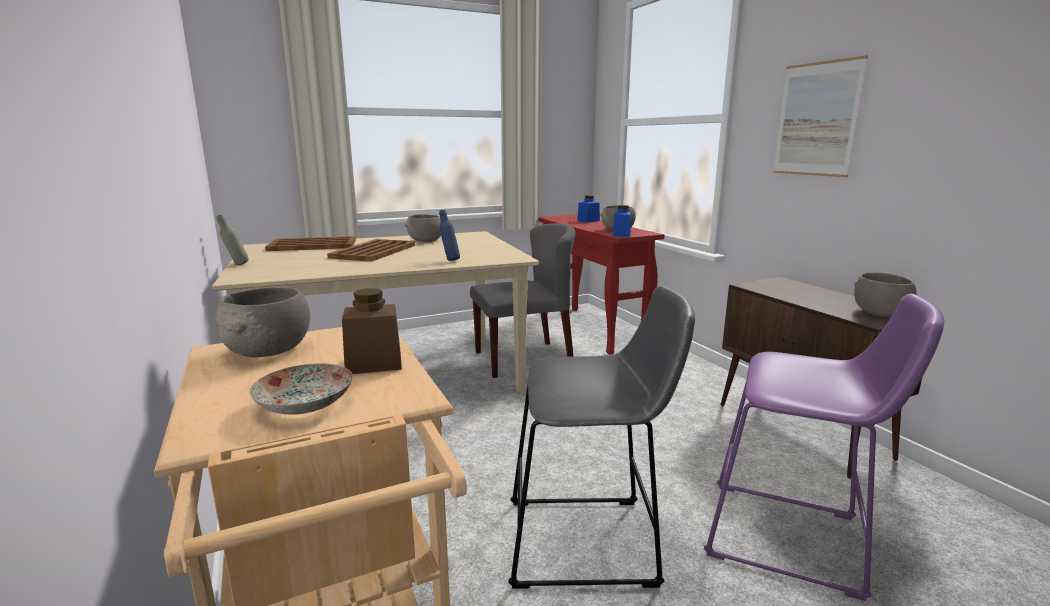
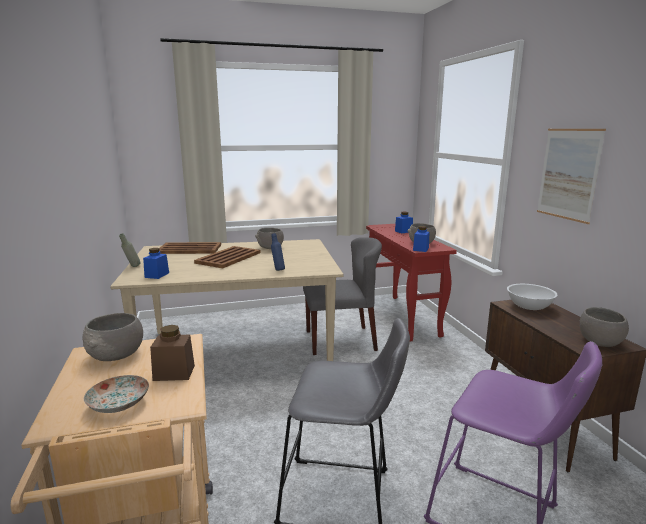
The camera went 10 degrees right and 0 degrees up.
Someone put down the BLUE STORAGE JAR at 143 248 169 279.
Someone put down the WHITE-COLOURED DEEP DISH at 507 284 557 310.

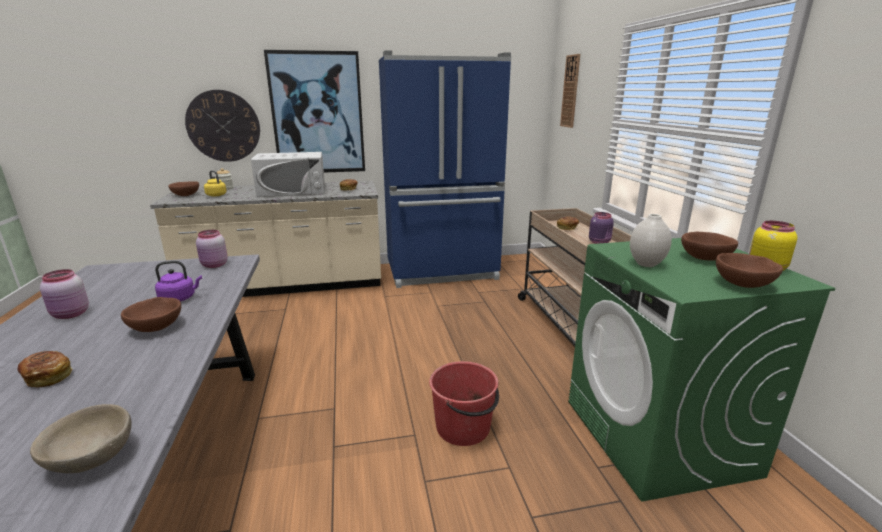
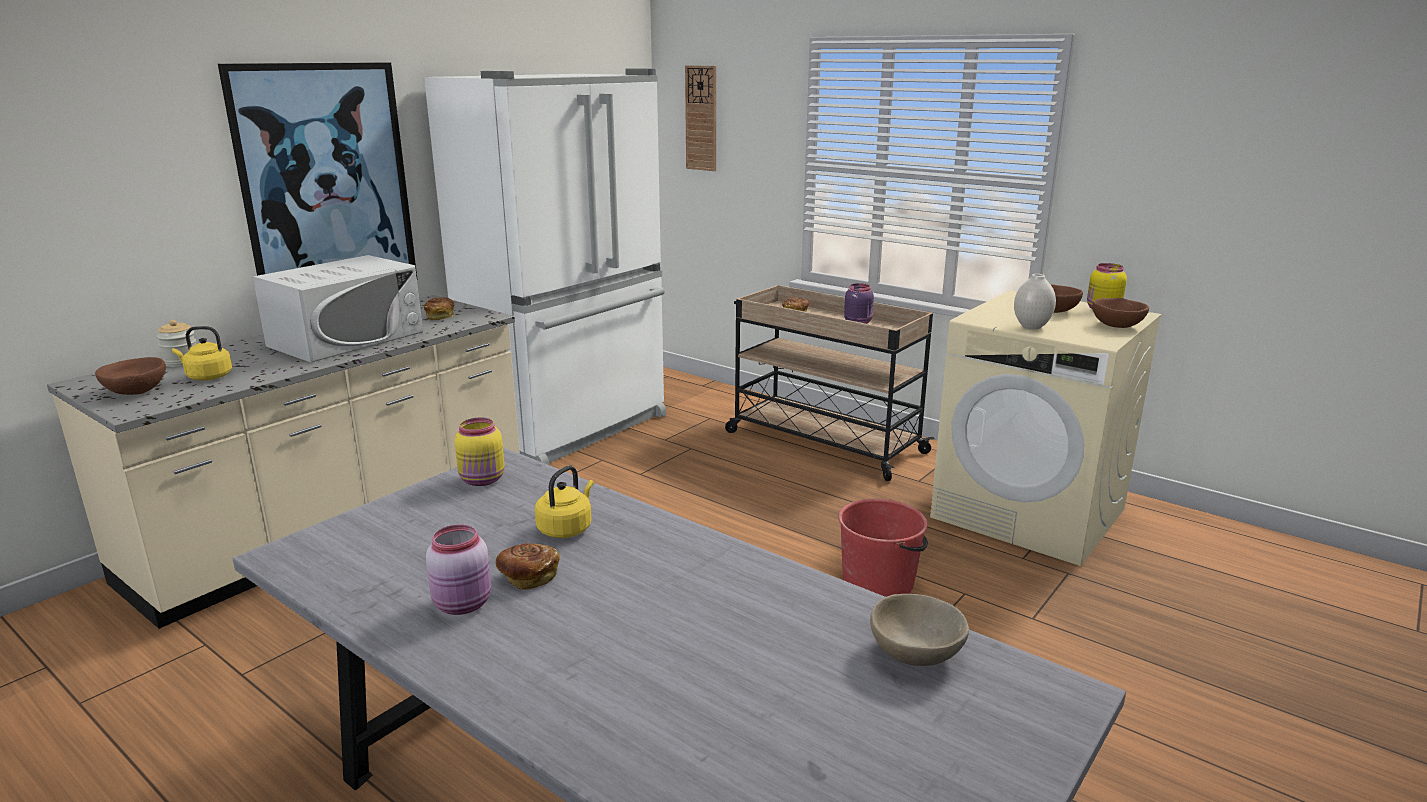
The camera went 40 degrees left and 0 degrees up.
Someone repainted the BLUE FRIDGE at 379 50 511 288, which became the WHITE-COLOURED FRIDGE at 424 68 666 465.
Someone took away the WALL CLOCK at 185 90 260 162.
Someone repainted the PINK-COLOURED STORAGE JAR at 196 230 228 268, which became the YELLOW-COLOURED STORAGE JAR at 455 417 505 486.
Someone repainted the GREEN WASHING MACHINE at 568 238 836 502, which became the BEIGE WASHING MACHINE at 930 290 1162 566.
Someone repainted the PURPLISH WATER KETTLE at 155 261 202 302, which became the YELLOW-COLOURED WATER KETTLE at 535 466 594 538.
Someone took away the BROWN-COLOURED DEEP DISH at 121 297 181 332.
Someone carried the BAKERY BREAD from 18 351 73 388 to 495 543 560 590.

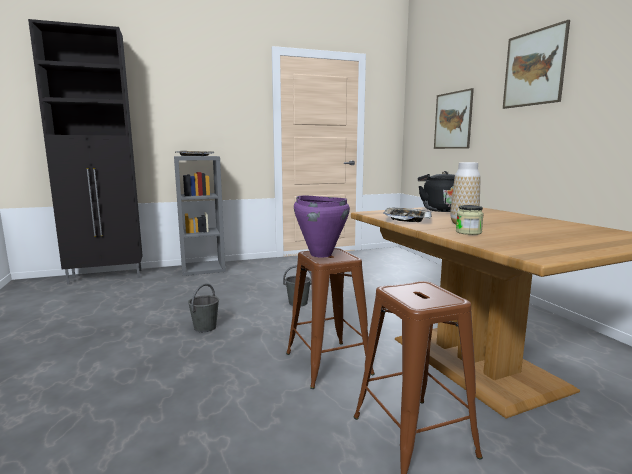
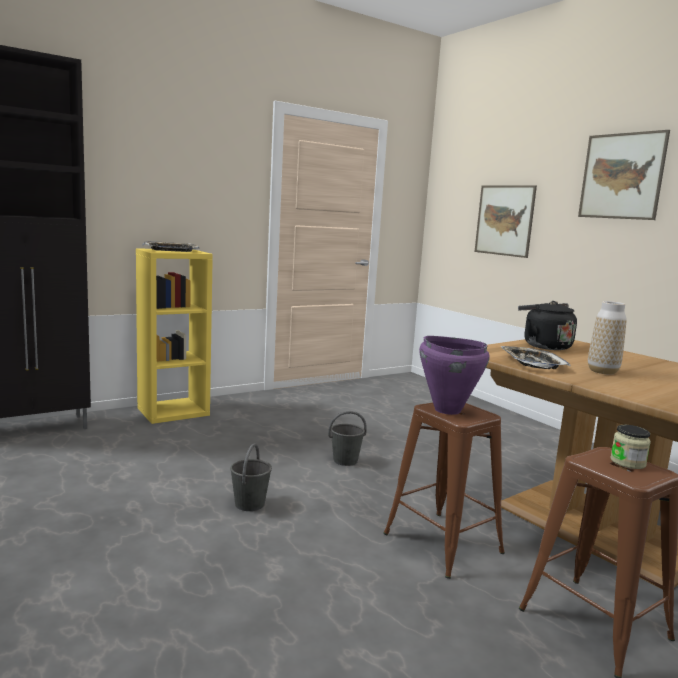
The camera went 15 degrees left and 0 degrees up.
Someone repainted the GREYISH BOOKSHELF at 174 156 226 276, which became the YELLOW-COLOURED BOOKSHELF at 136 248 213 424.
Someone carried the STORAGE JAR from 456 205 484 235 to 610 425 651 469.

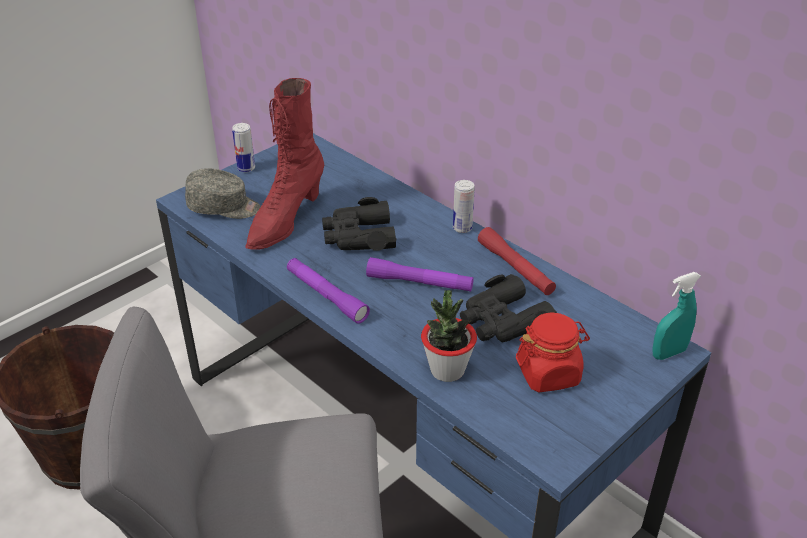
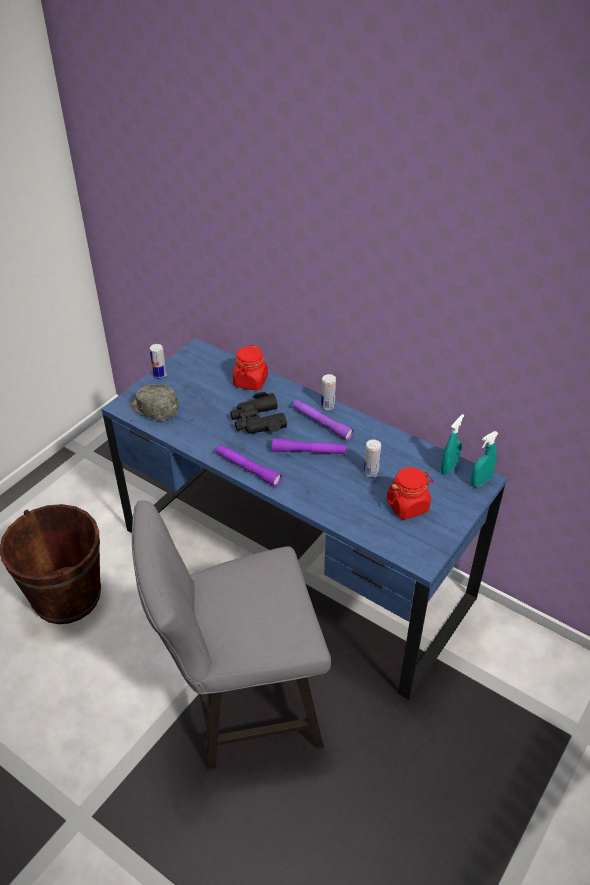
The camera went 10 degrees left and 5 degrees up.
Someone took away the RED BOOT at 245 78 324 250.
Someone rotated the GREYISH PEAKED CAP at 185 168 261 219 by 150 degrees counterclockwise.
Someone took away the RED TORCH at 478 227 556 295.
Someone swapped the BLACKISH FIELD GLASSES at 460 274 557 342 for the CAN at 364 439 381 477.
Someone took away the HOUSEPLANT at 421 290 477 382.
Someone put down the RED STORAGE JAR at 233 345 268 390.
Someone put down the PURPLISH TORCH at 292 399 354 441.
Someone put down the TURQUOISE-COLOURED HAND SPRAYER at 441 414 464 475.

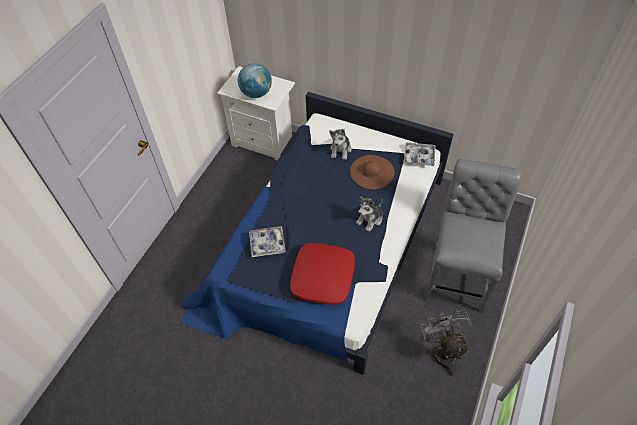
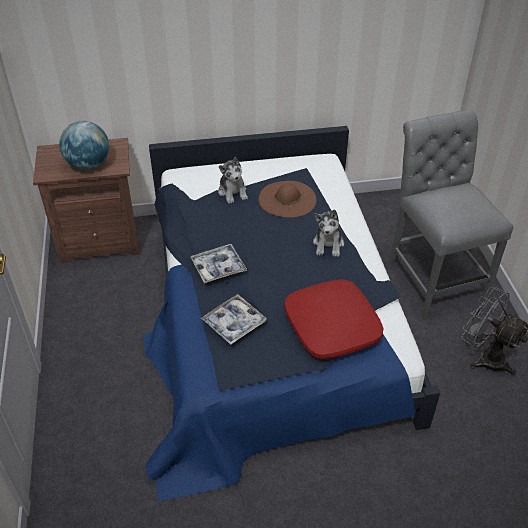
The camera went 35 degrees left and 10 degrees down.
Someone repainted the WHITE-COLOURED NIGHT TABLE at 217 66 295 160, which became the BROWN-COLOURED NIGHT TABLE at 33 138 140 263.
Someone carried the CARRYING TRAY from 403 142 436 166 to 191 244 247 283.

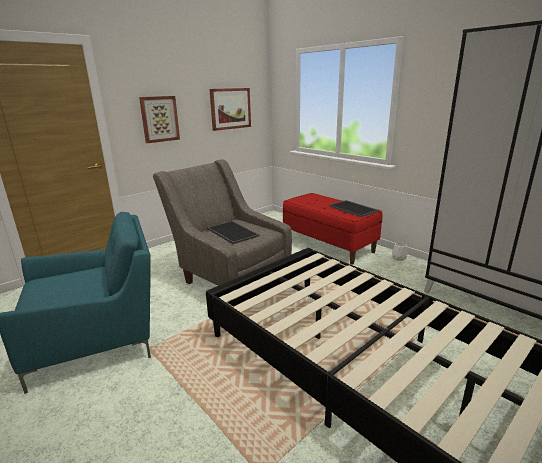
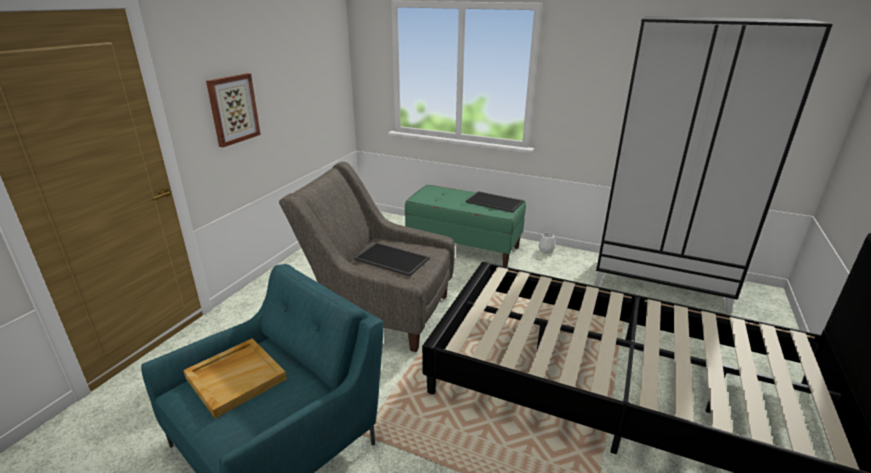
The camera went 25 degrees left and 5 degrees up.
Someone took away the WALL PICTURE at 209 88 251 131.
Someone repainted the RED LONG SEAT at 283 193 382 264, which became the GREEN LONG SEAT at 405 185 526 267.
Someone put down the BEIGE CARRYING TRAY at 183 339 287 418.

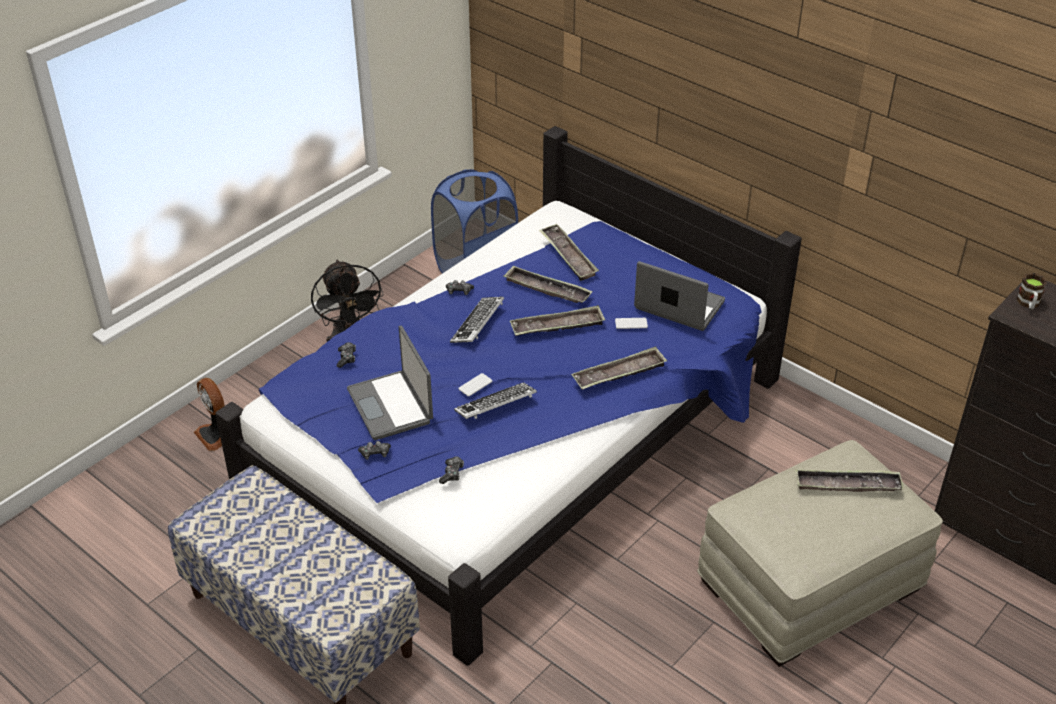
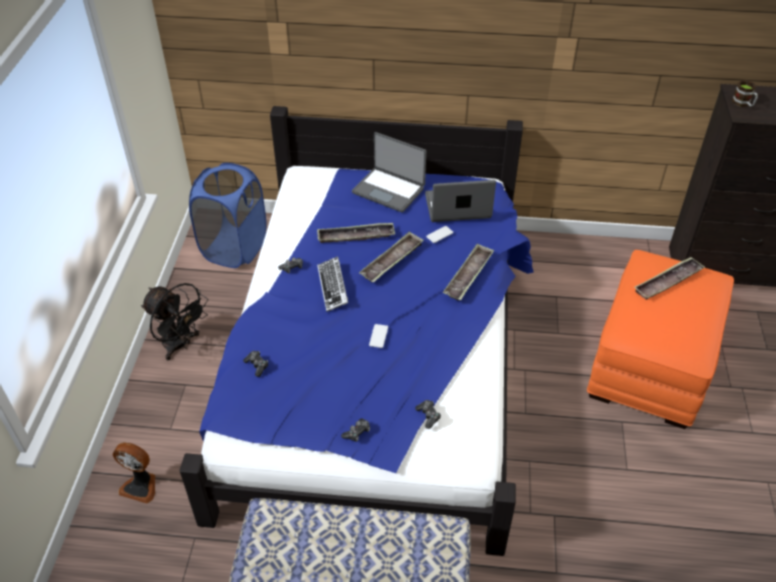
The camera went 35 degrees left and 5 degrees up.
Someone took away the CARRYING TRAY at 539 224 599 281.
Someone carried the LAPTOP from 347 326 433 440 to 352 132 426 213.
Someone took away the KEYBOARD at 454 383 537 419.
Someone repainted the BEIGE OTTOMAN at 697 440 943 667, which became the ORANGEY OTTOMAN at 587 250 734 429.

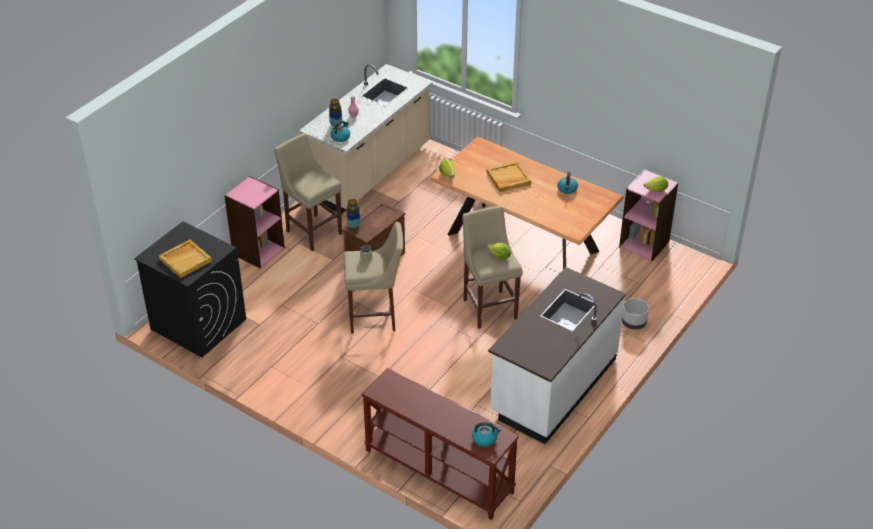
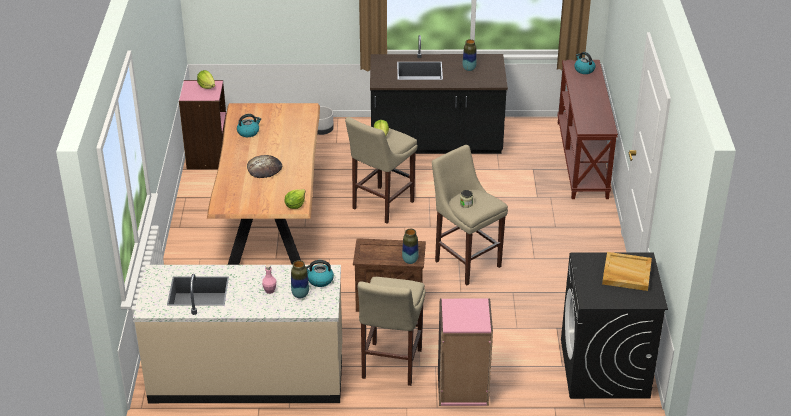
The camera went 125 degrees left and 5 degrees down.
Someone swapped the BEIGE CARRYING TRAY at 486 161 532 192 for the BAKERY BREAD at 247 155 282 178.
Someone repainted the WHITE-COLOURED COUNTER at 488 267 626 444, which became the BLACKISH COUNTER at 370 35 508 154.
Someone put down the DECORATIVE VASE at 463 39 477 71.

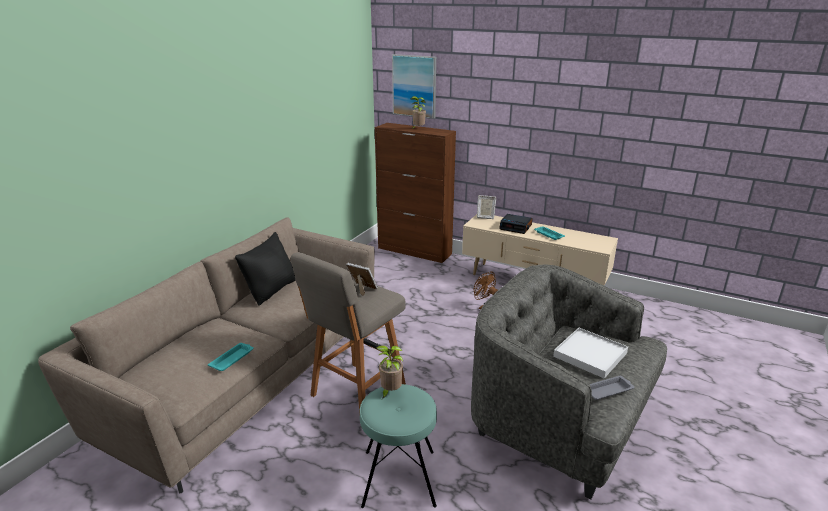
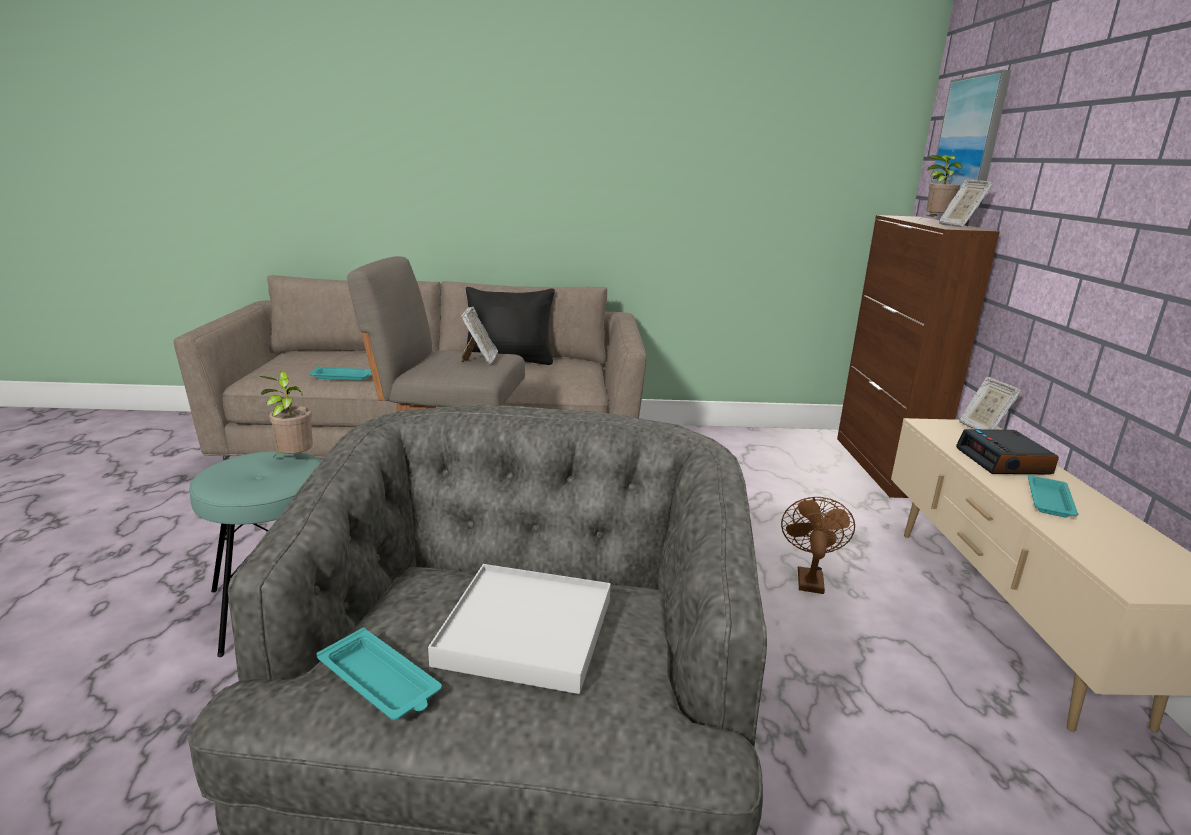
The camera went 60 degrees right and 5 degrees down.
Someone repainted the GREYISH CARRYING TRAY at 590 376 635 400, which became the TURQUOISE-COLOURED CARRYING TRAY at 317 628 442 720.
Someone put down the PICTURE FRAME at 938 180 994 227.

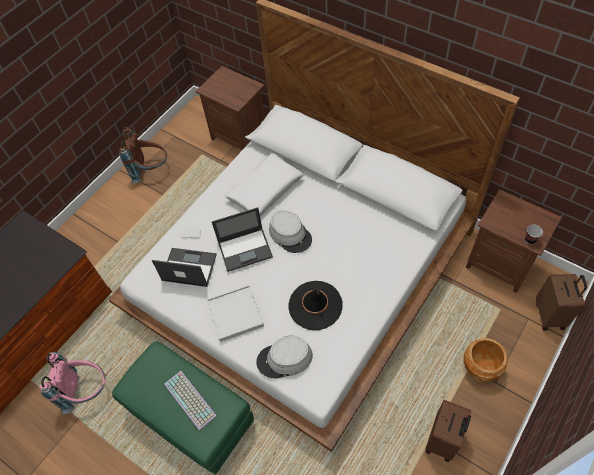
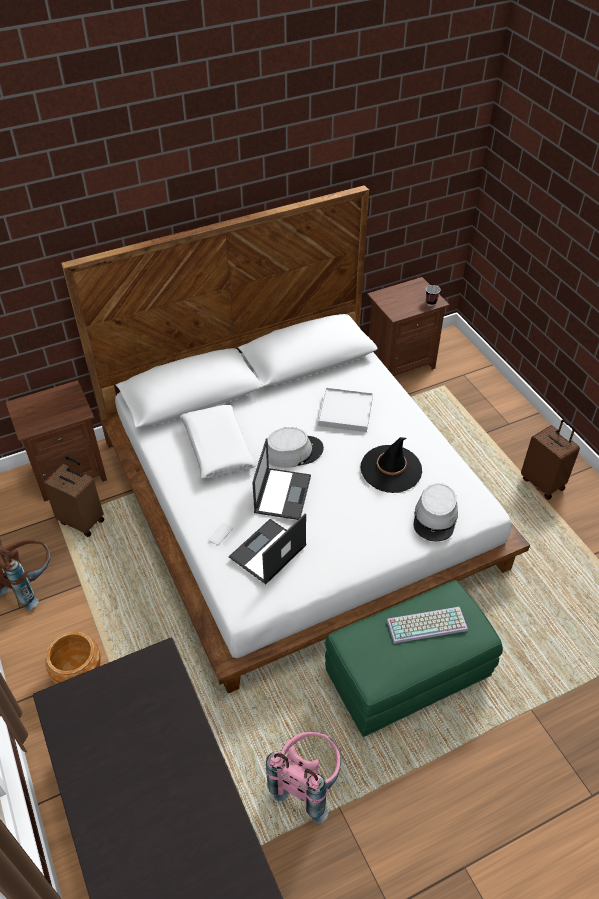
The camera went 65 degrees left and 10 degrees down.
Someone carried the BROWN-COLOURED SUITCASE from 536 274 587 331 to 43 456 104 537.
Someone carried the WHITE-COLOURED CARRYING TRAY from 207 285 264 342 to 318 387 373 432.
Someone carried the BROWN-COLOURED FLOWER POT from 463 338 508 382 to 45 632 101 684.

